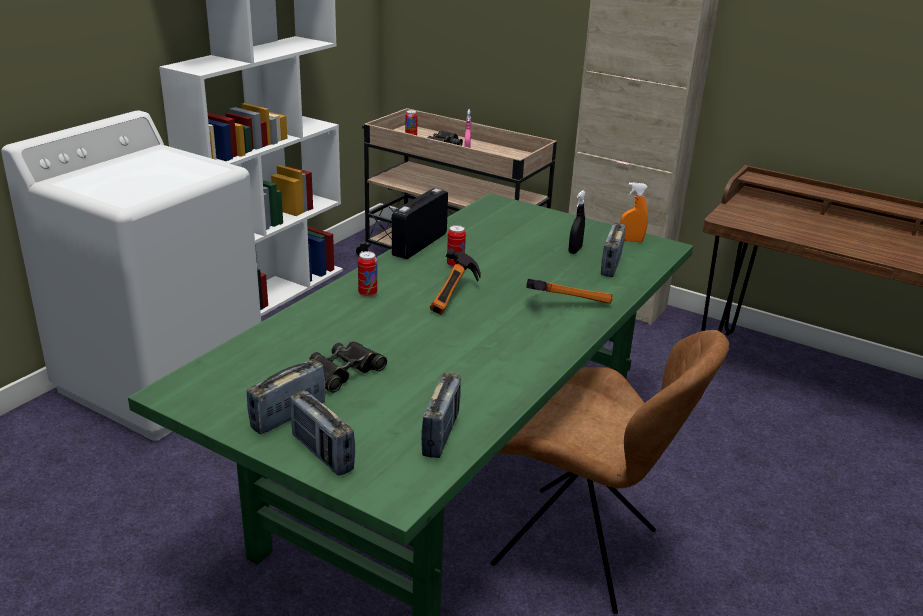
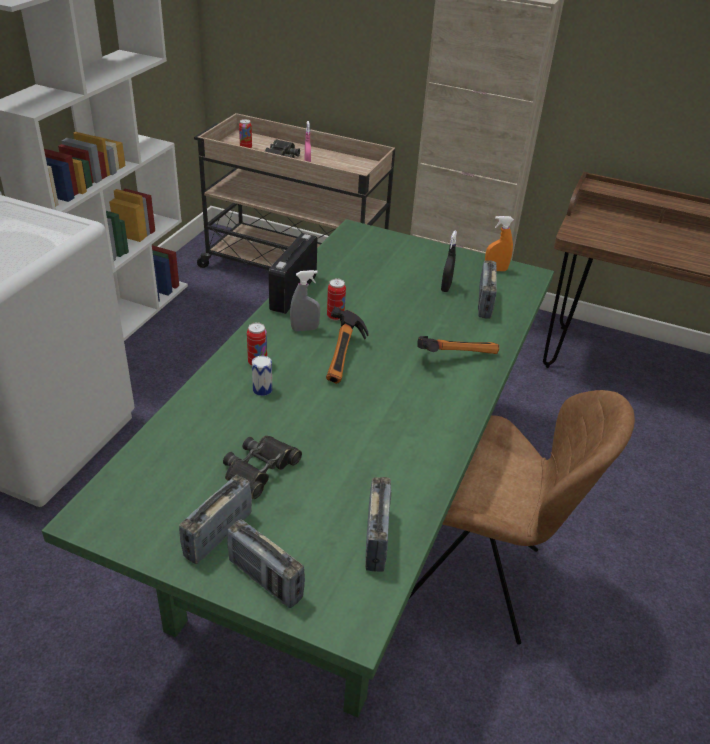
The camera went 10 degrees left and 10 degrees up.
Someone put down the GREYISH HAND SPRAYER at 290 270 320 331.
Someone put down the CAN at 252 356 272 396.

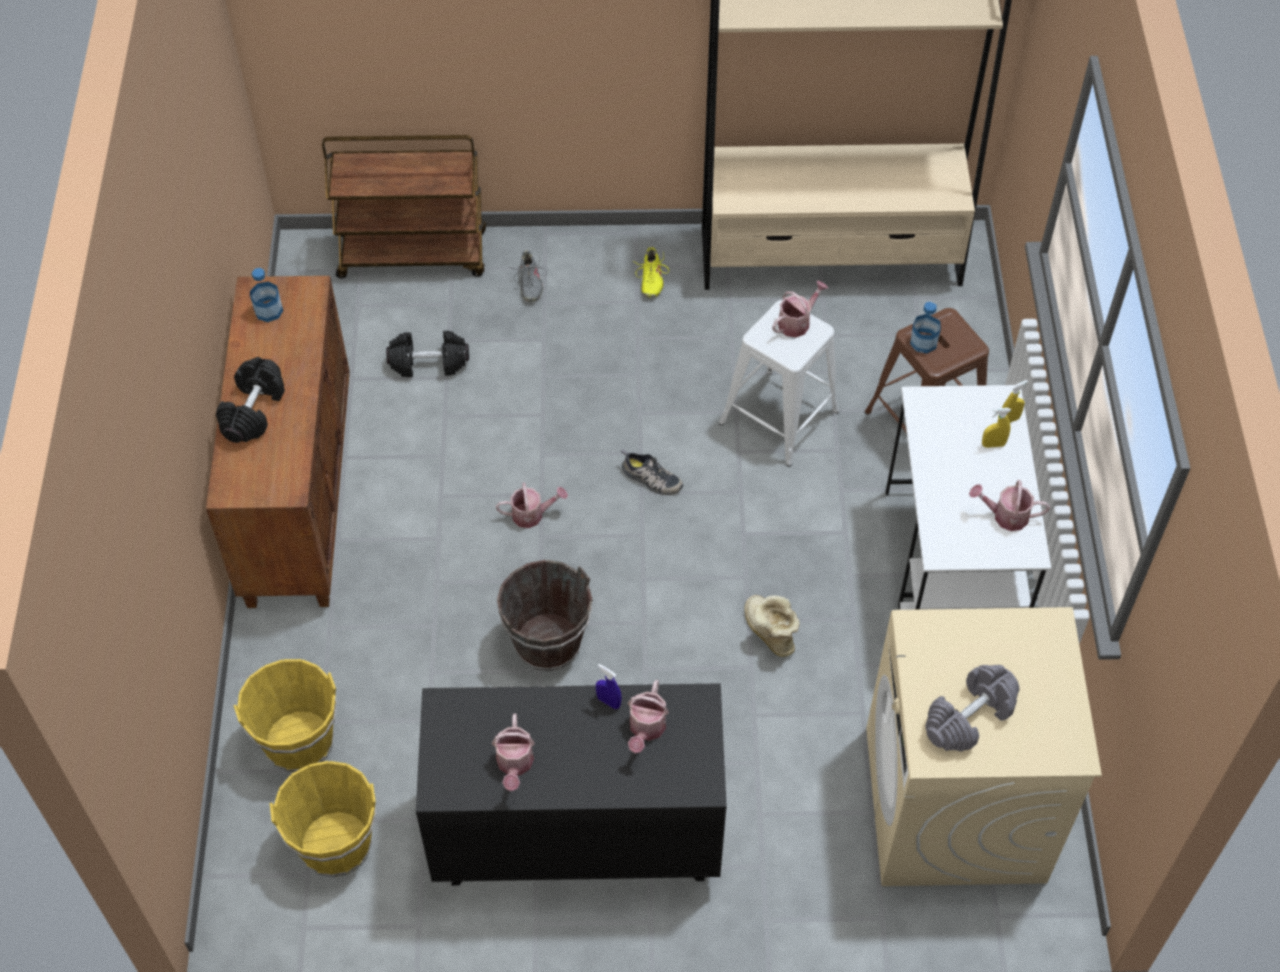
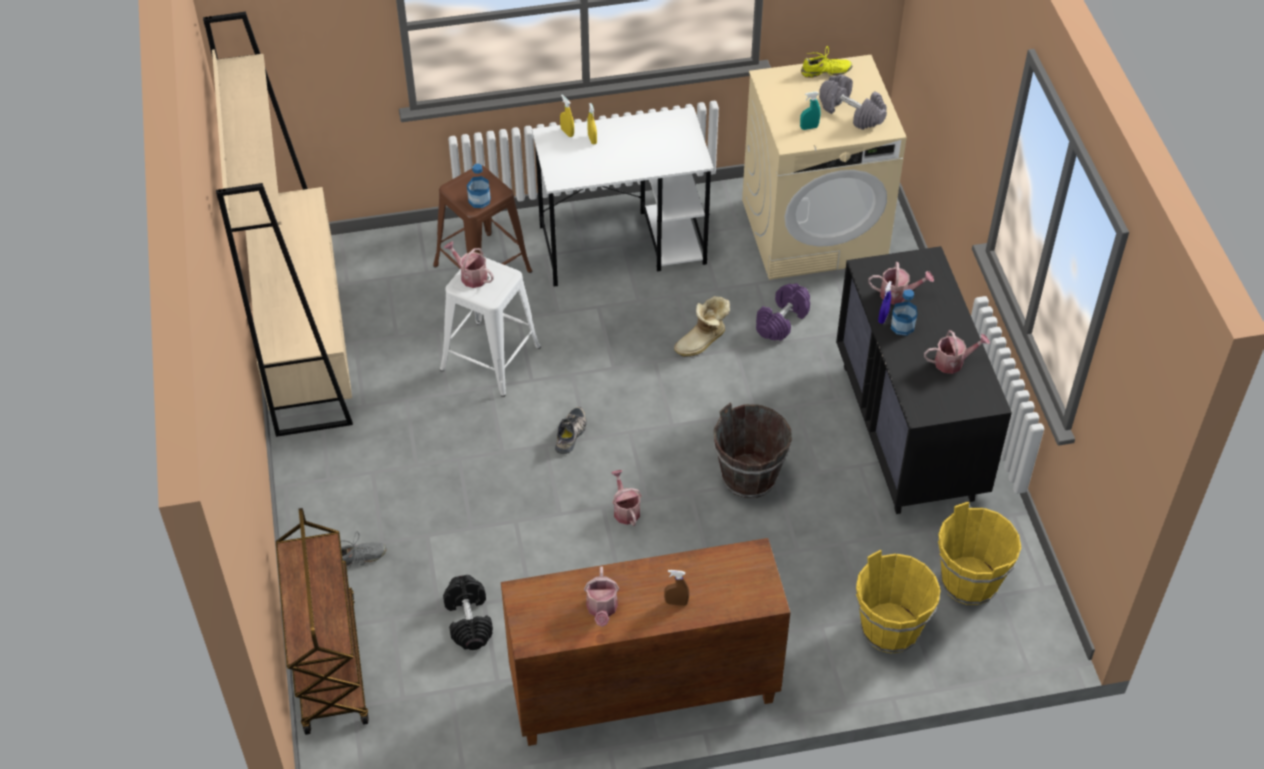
The camera went 100 degrees left and 5 degrees down.
Someone carried the YELLOW-COLOURED LOW SHOE from 633 247 669 298 to 801 46 852 78.
Someone carried the BOTTLE from 250 268 283 322 to 891 289 918 336.
Someone swapped the BLACKISH HAND WEIGHT at 216 357 285 443 for the BROWN-COLOURED HAND SPRAYER at 664 570 689 606.
Someone carried the WATERING POT from 969 480 1050 531 to 584 566 619 627.
Someone put down the TURQUOISE-COLOURED HAND SPRAYER at 800 92 820 130.
Someone put down the PURPLISH HAND WEIGHT at 756 283 810 341.

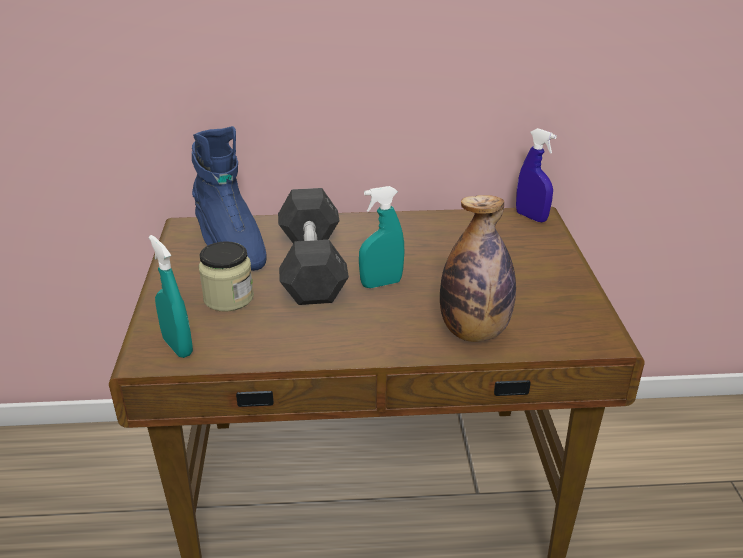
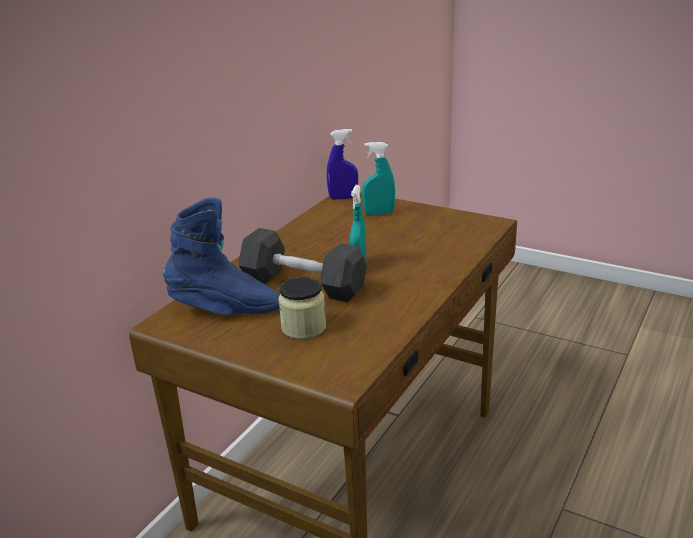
The camera went 55 degrees left and 5 degrees down.
Someone took away the BOTTLE at 440 195 516 342.
Someone carried the TURQUOISE-COLOURED HAND SPRAYER from 149 235 193 358 to 362 142 395 215.

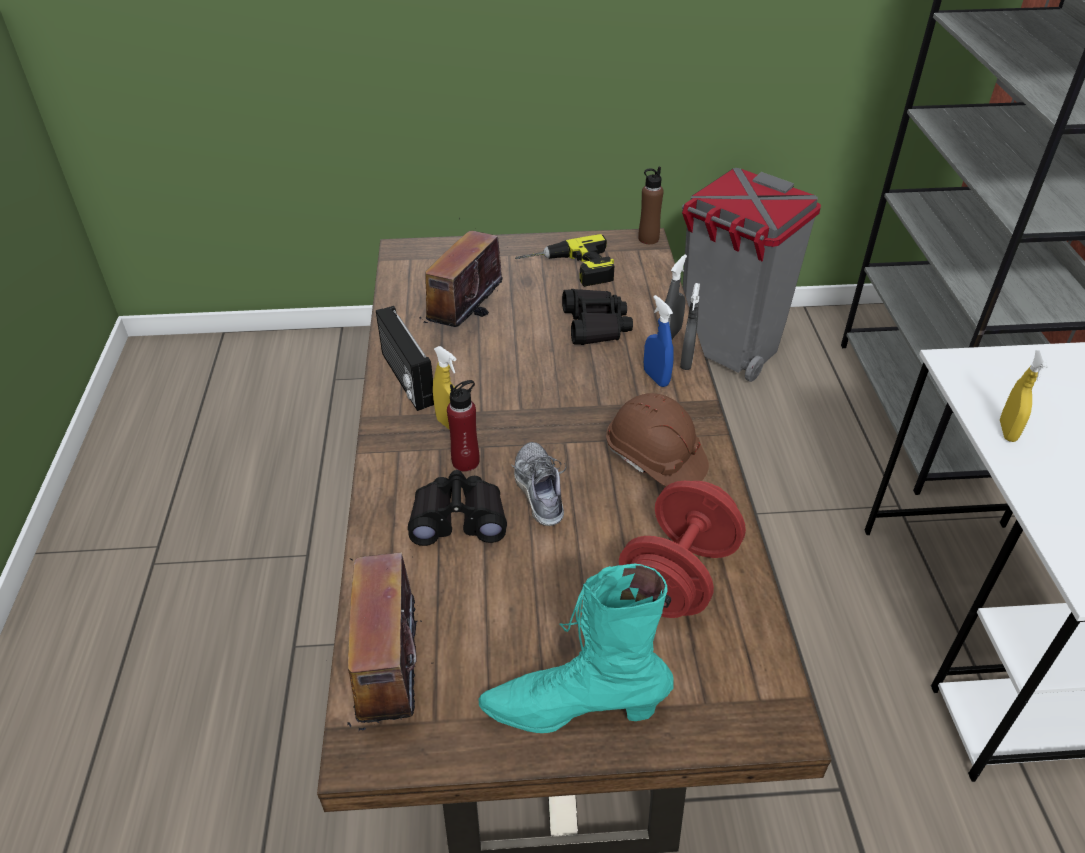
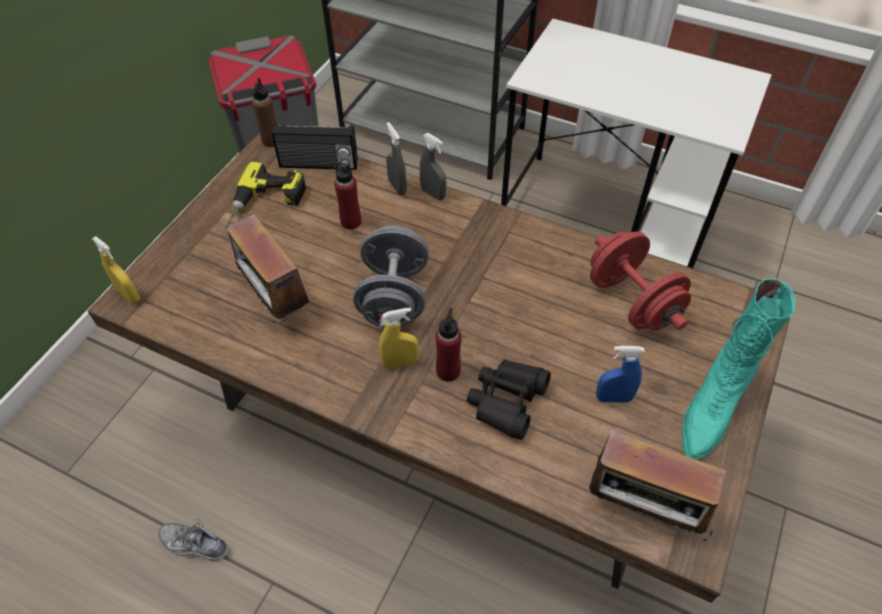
The camera went 60 degrees left and 10 degrees up.
Someone swapped the BLACKISH FIELD GLASSES at 562 289 633 345 for the RED BOTTLE at 331 161 361 230.
Someone carried the BLUE HAND SPRAYER from 644 295 674 387 to 596 346 645 402.
Someone carried the RADIO from 376 306 434 411 to 272 123 358 170.
Someone carried the YELLOW-COLOURED HAND SPRAYER from 1000 350 1048 442 to 92 236 140 304.
Someone took away the BROWN-COLOURED WORK HELMET at 606 393 709 487.
Someone carried the LOW SHOE from 510 442 567 526 to 159 519 228 561.
Someone put down the GREYISH HAND WEIGHT at 353 225 429 331.

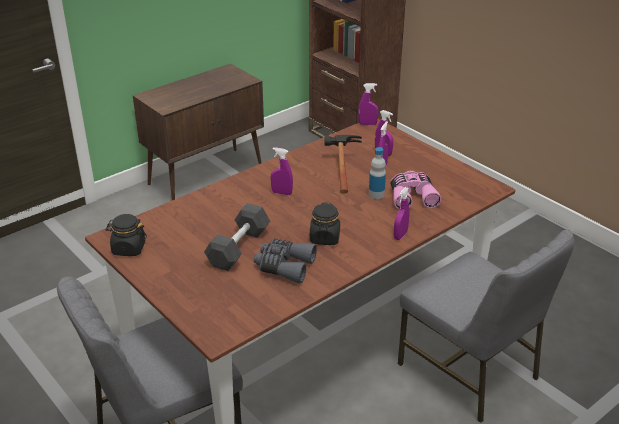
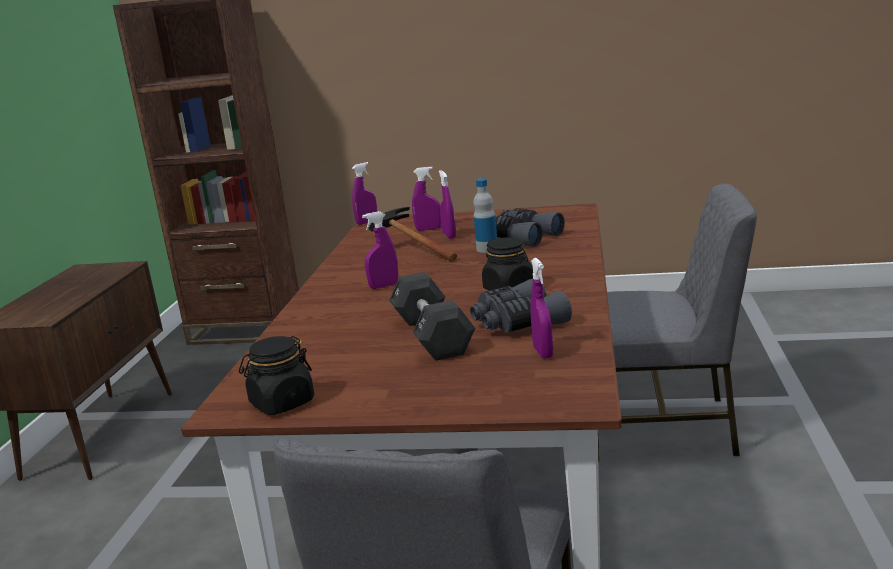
The camera went 40 degrees left and 15 degrees down.
Someone repainted the PINK-COLOURED FIELD GLASSES at 390 171 441 209, which became the GREYISH FIELD GLASSES at 496 208 565 247.
Someone carried the PURPLISH HAND SPRAYER from 394 187 409 240 to 530 258 553 358.

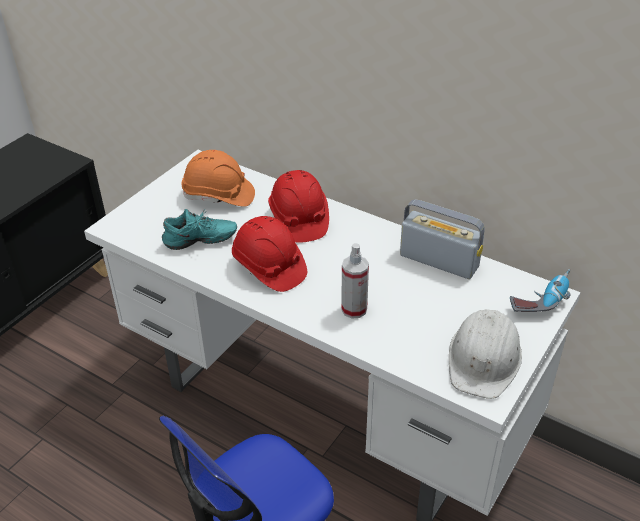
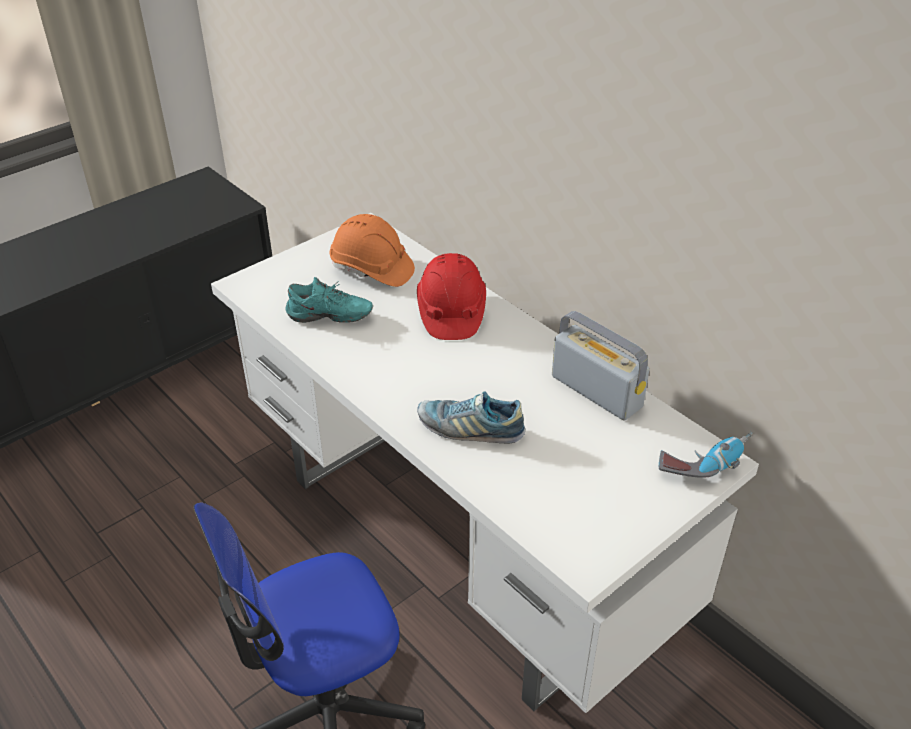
The camera went 15 degrees right and 0 degrees up.
Someone took away the RED WORK HELMET at 232 216 307 292.
Someone swapped the HAND SPRAYER at 341 243 369 318 for the LOW SHOE at 417 391 525 443.
Someone took away the WHITE-COLOURED WORK HELMET at 449 309 522 399.

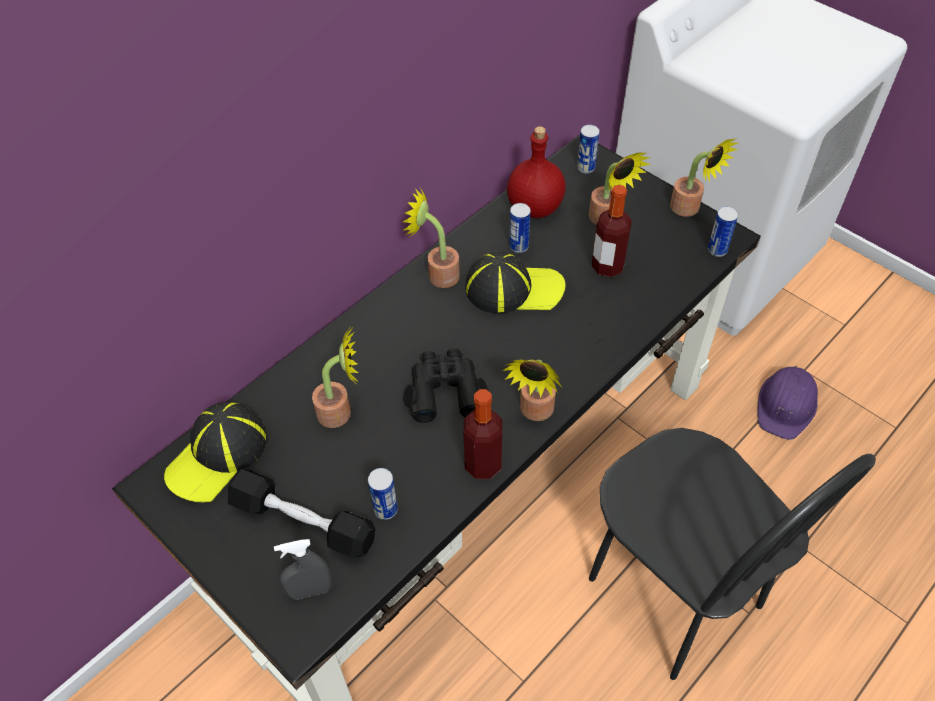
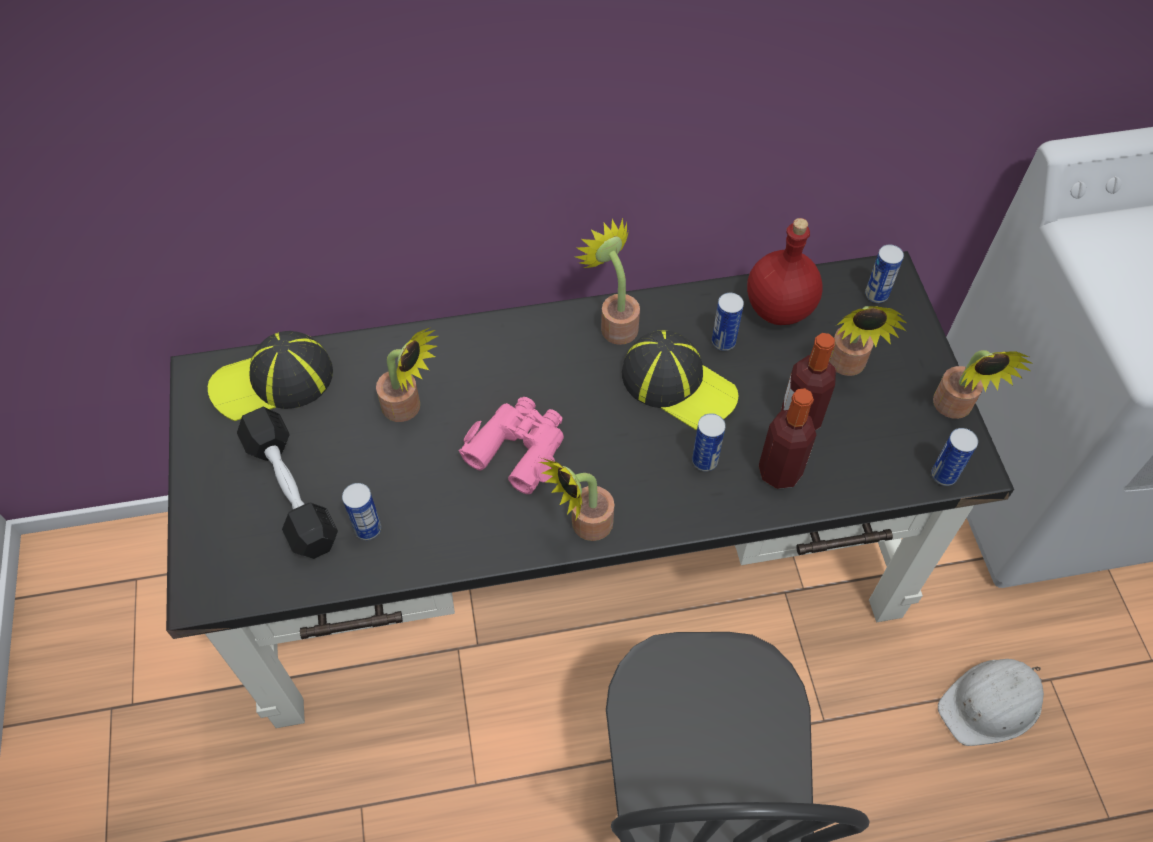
The camera went 35 degrees right and 5 degrees up.
Someone repainted the BLACKISH FIELD GLASSES at 403 348 488 423, which became the PINK-COLOURED FIELD GLASSES at 459 397 564 494.
Someone repainted the PURPLISH WORK HELMET at 757 365 818 440, which became the WHITE-COLOURED WORK HELMET at 938 659 1044 746.
Someone carried the BOTTLE from 464 389 502 479 to 759 388 816 489.
Someone took away the GREYISH HAND SPRAYER at 274 539 332 600.
Someone put down the CAN at 692 413 726 471.

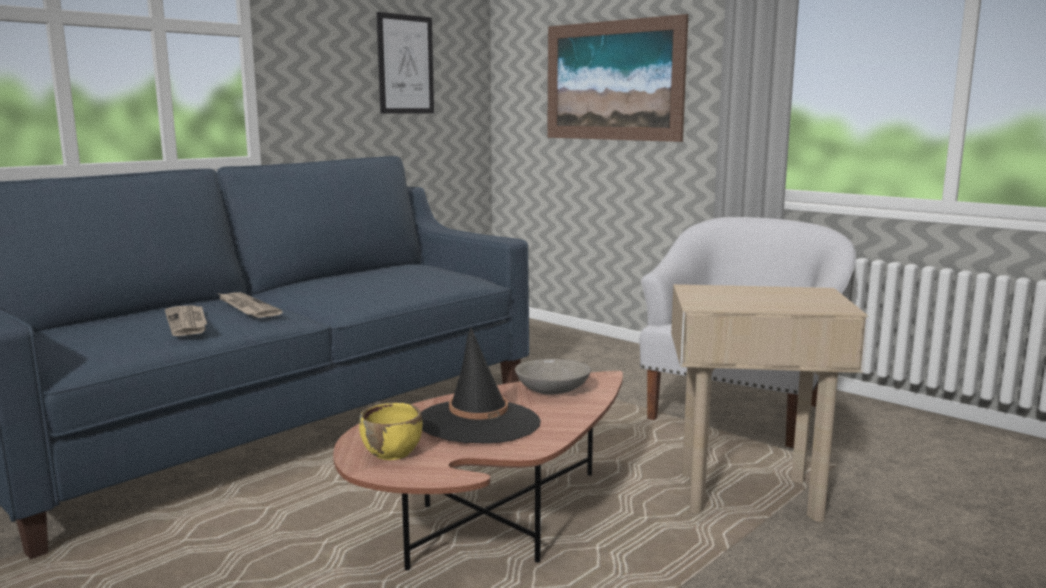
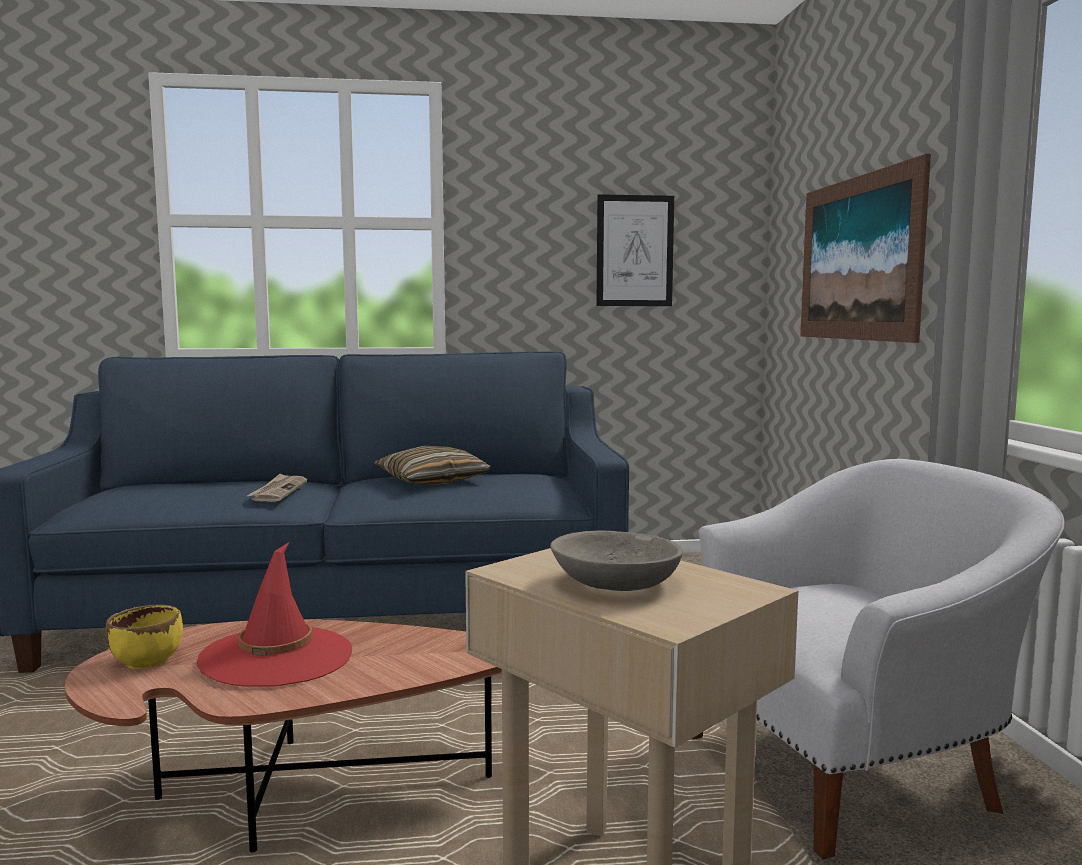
The camera went 40 degrees right and 5 degrees down.
Someone took away the NEWSPAPER at 165 305 207 336.
Someone repainted the BLACKISH CLOTHING HAT at 421 328 541 444, which became the RED CLOTHING HAT at 197 542 352 687.
Someone carried the GREYISH DEEP DISH from 515 359 591 395 to 550 530 683 591.
Someone put down the PILLOW at 374 446 491 485.

